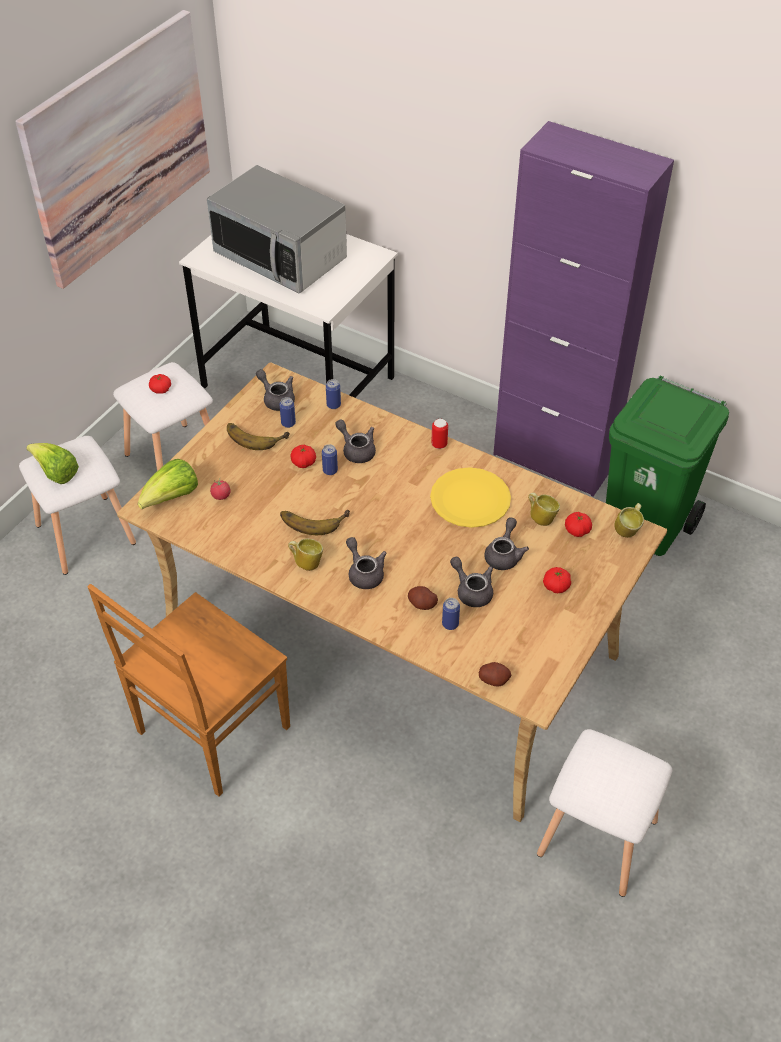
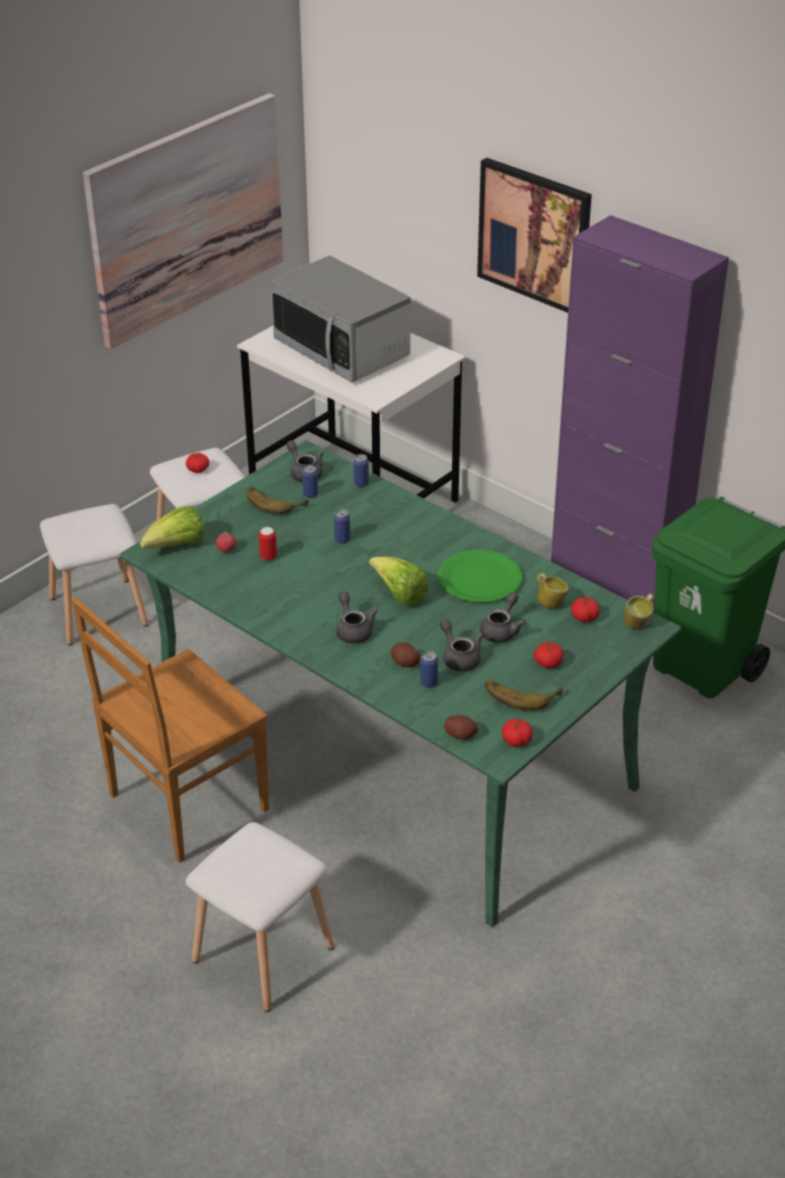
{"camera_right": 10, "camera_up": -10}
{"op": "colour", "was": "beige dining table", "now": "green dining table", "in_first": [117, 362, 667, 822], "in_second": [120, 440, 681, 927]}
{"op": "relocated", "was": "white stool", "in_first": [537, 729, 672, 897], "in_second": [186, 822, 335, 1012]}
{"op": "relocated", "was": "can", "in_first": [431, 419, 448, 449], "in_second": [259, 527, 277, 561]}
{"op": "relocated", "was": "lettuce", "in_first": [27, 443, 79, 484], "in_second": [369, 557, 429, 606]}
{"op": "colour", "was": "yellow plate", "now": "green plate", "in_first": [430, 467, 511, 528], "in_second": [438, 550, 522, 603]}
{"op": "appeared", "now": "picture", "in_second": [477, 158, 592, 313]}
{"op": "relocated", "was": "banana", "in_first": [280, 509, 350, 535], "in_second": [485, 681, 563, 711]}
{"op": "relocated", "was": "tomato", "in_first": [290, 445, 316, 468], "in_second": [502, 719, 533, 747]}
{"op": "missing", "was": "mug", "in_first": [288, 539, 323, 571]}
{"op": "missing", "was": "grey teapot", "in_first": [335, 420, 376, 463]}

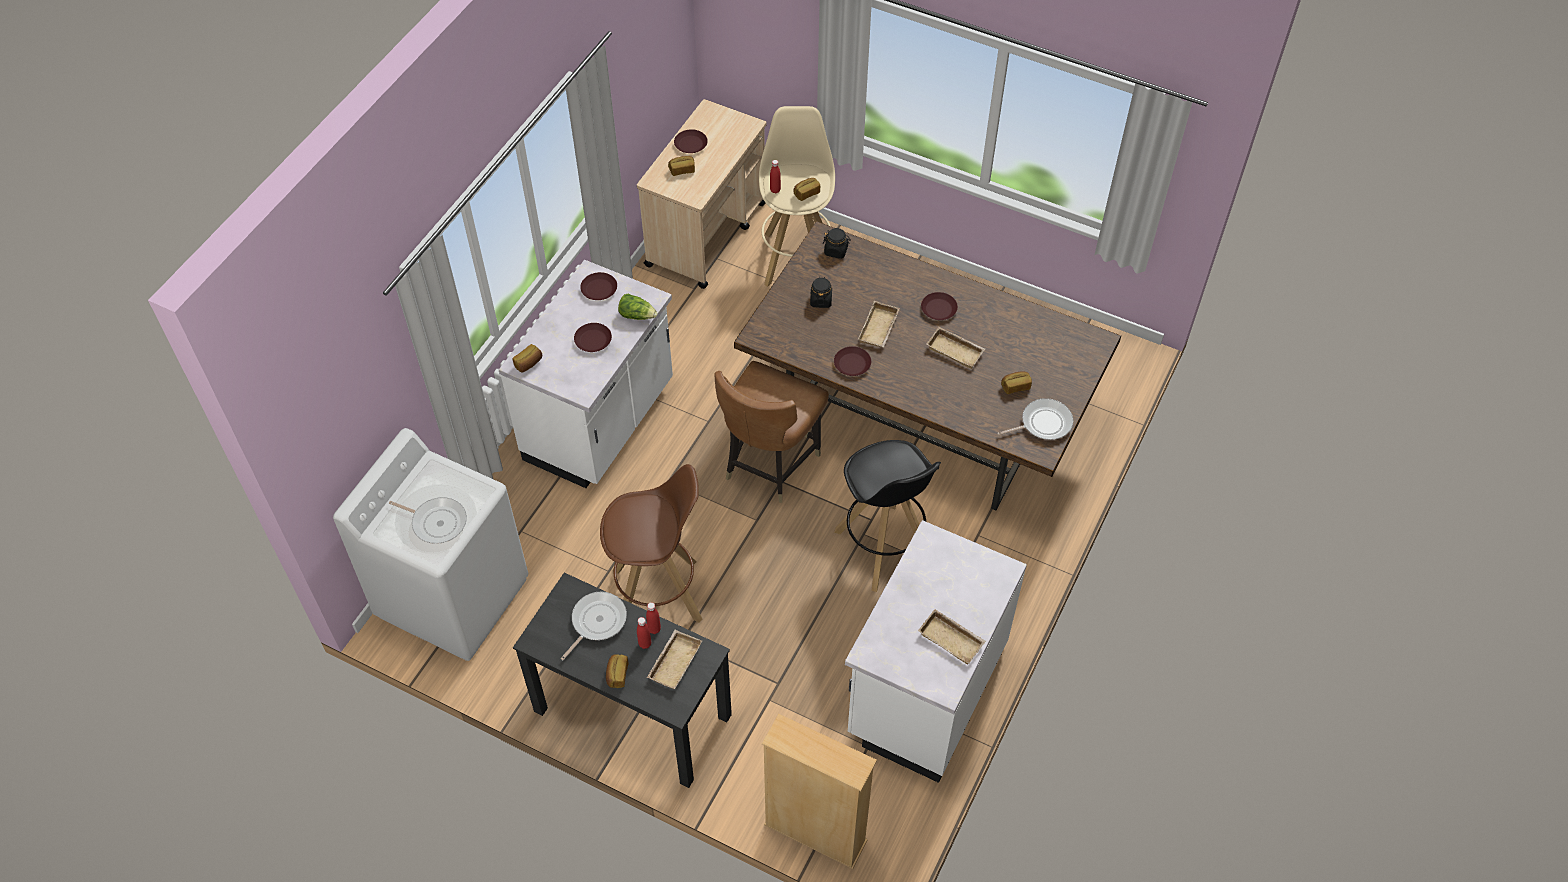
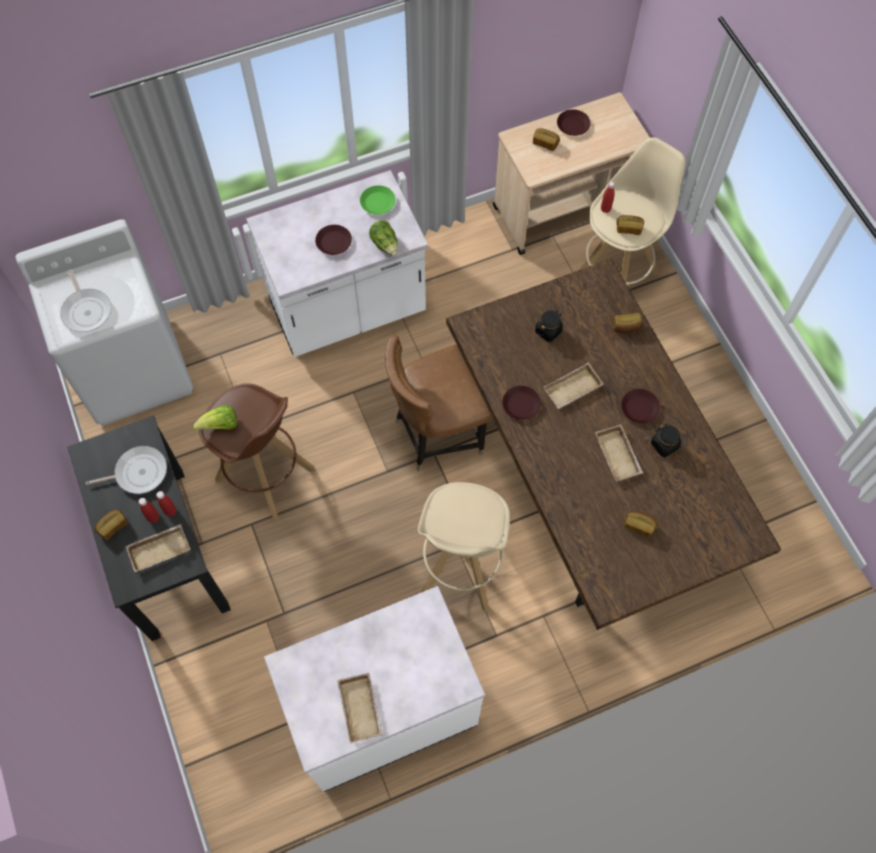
{"camera_right": 40, "camera_up": 10}
{"op": "appeared", "now": "lettuce", "in_second": [193, 405, 237, 430]}
{"op": "colour", "was": "brown plate", "now": "green plate", "in_first": [580, 272, 617, 300], "in_second": [360, 185, 396, 215]}
{"op": "colour", "was": "black stool", "now": "beige stool", "in_first": [834, 440, 941, 592], "in_second": [418, 482, 510, 613]}
{"op": "relocated", "was": "bread", "in_first": [512, 344, 542, 372], "in_second": [613, 313, 643, 333]}
{"op": "relocated", "was": "black jar", "in_first": [823, 228, 851, 259], "in_second": [651, 424, 681, 457]}
{"op": "missing", "was": "beige bookcase", "in_first": [762, 714, 877, 869]}
{"op": "missing", "was": "frying pan", "in_first": [997, 398, 1073, 440]}

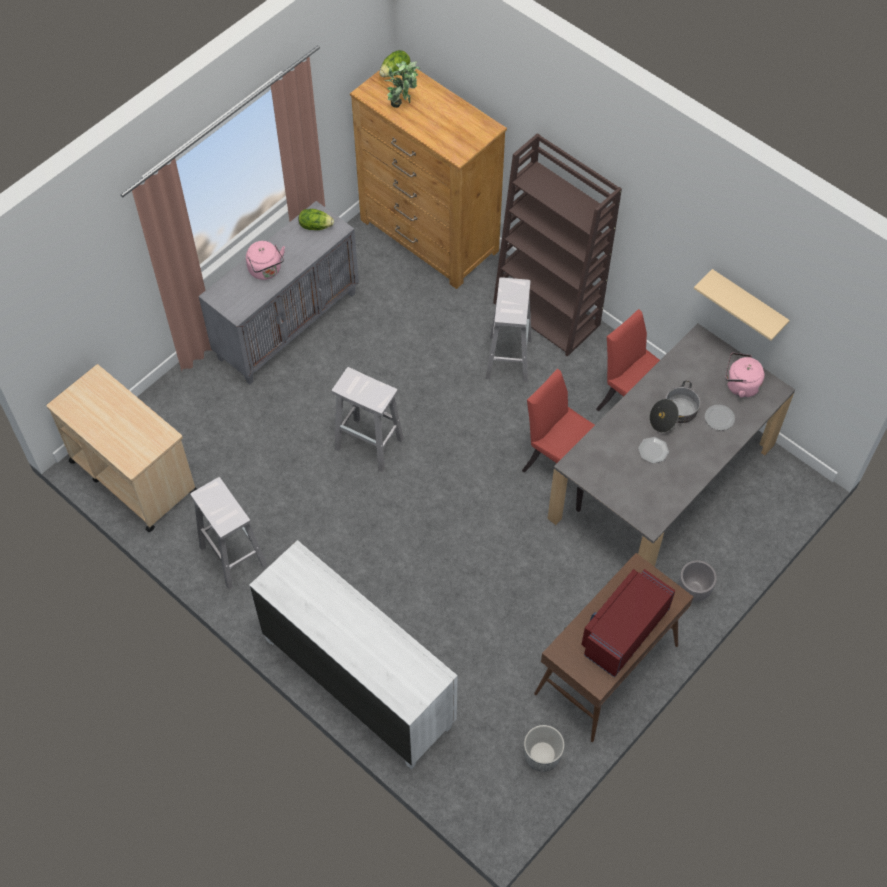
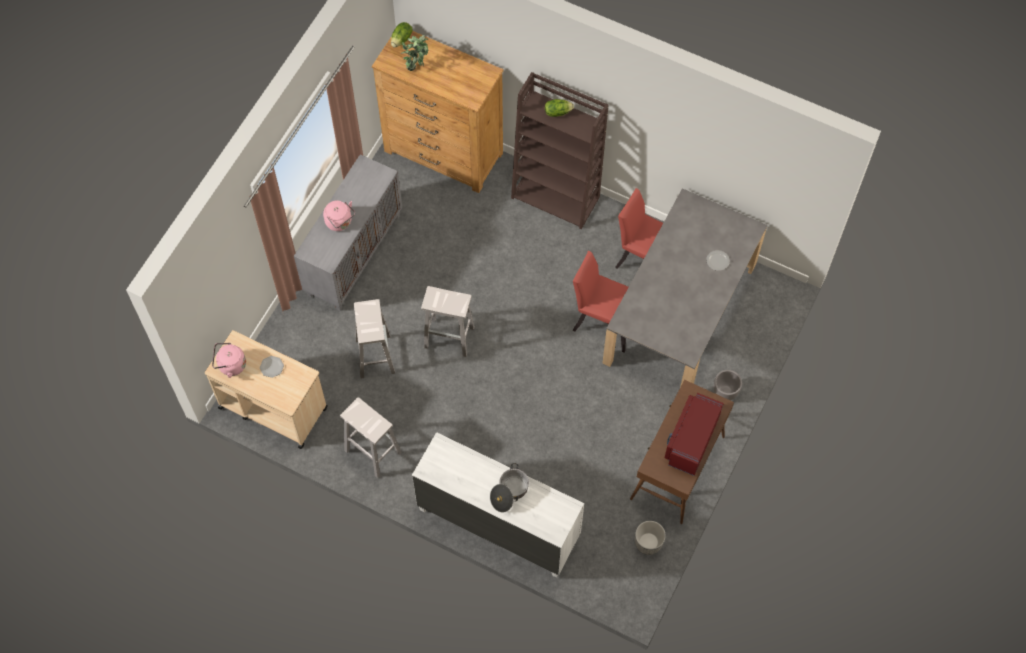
{"camera_right": -15, "camera_up": 5}
{"op": "relocated", "was": "pink kettle", "in_first": [726, 353, 765, 398], "in_second": [212, 343, 246, 378]}
{"op": "relocated", "was": "plate", "in_first": [638, 437, 669, 463], "in_second": [260, 356, 284, 378]}
{"op": "relocated", "was": "white stool", "in_first": [486, 277, 532, 382], "in_second": [354, 299, 395, 378]}
{"op": "relocated", "was": "cooking pot", "in_first": [649, 381, 701, 433], "in_second": [490, 463, 529, 513]}
{"op": "relocated", "was": "lettuce", "in_first": [299, 209, 334, 230], "in_second": [545, 99, 574, 117]}
{"op": "missing", "was": "beige shelf", "in_first": [694, 269, 790, 341]}

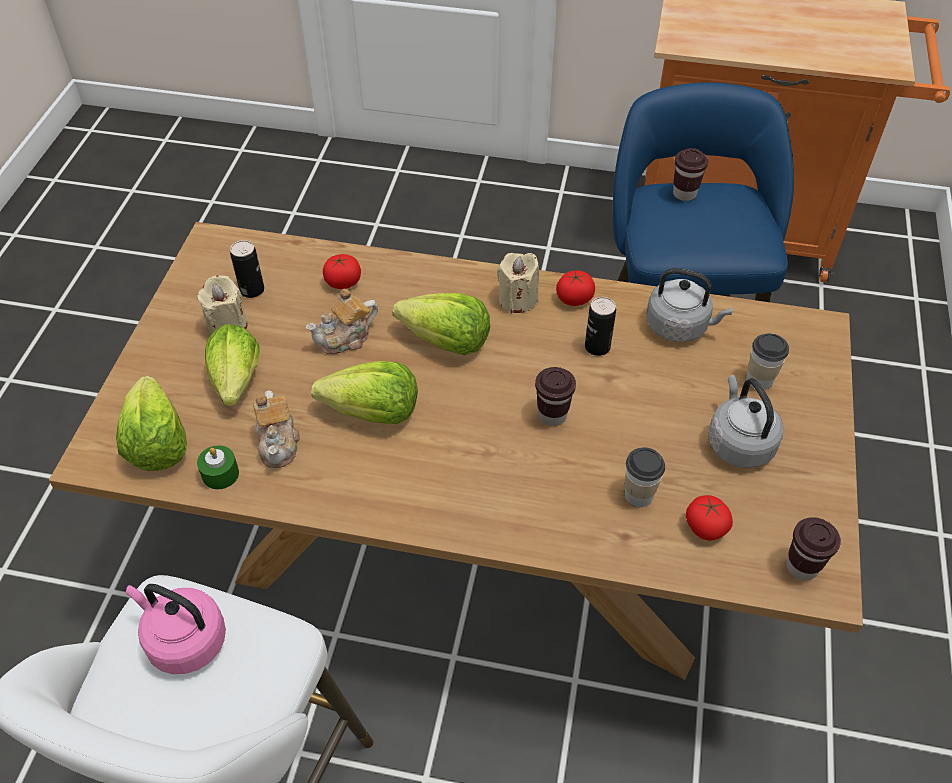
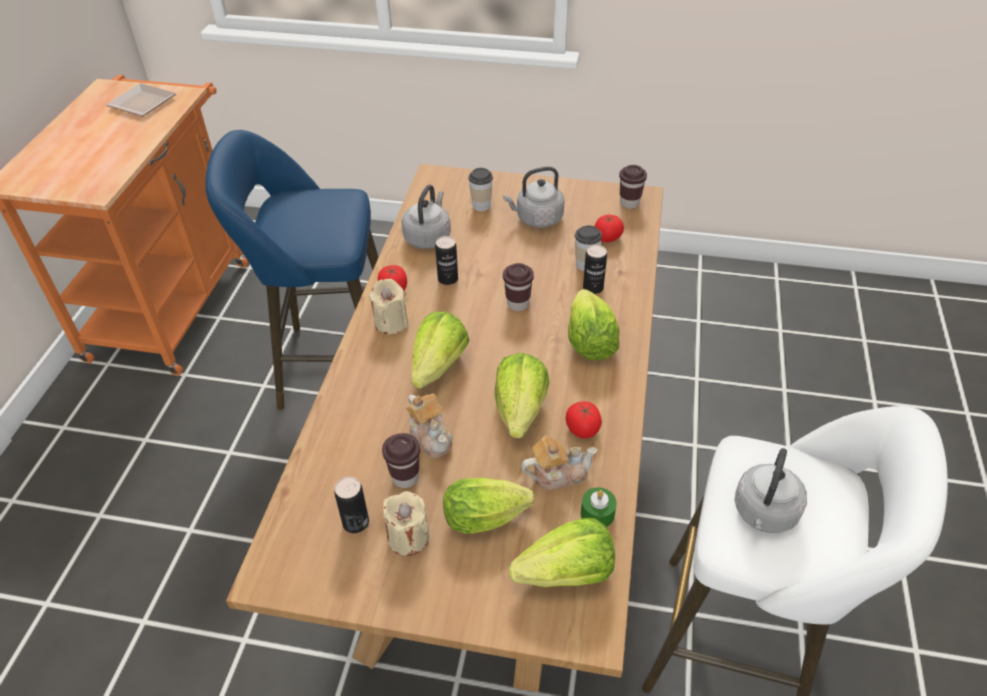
{"camera_right": -90, "camera_up": -5}
{"op": "appeared", "now": "plate", "in_second": [106, 83, 176, 116]}
{"op": "relocated", "was": "brown cup", "in_first": [673, 148, 708, 201], "in_second": [382, 433, 420, 488]}
{"op": "relocated", "was": "tomato", "in_first": [323, 254, 361, 289], "in_second": [566, 401, 602, 438]}
{"op": "appeared", "now": "lettuce", "in_second": [568, 289, 620, 361]}
{"op": "appeared", "now": "can", "in_second": [583, 245, 607, 294]}
{"op": "colour", "was": "pink kettle", "now": "grey kettle", "in_first": [126, 584, 226, 674], "in_second": [735, 448, 807, 533]}

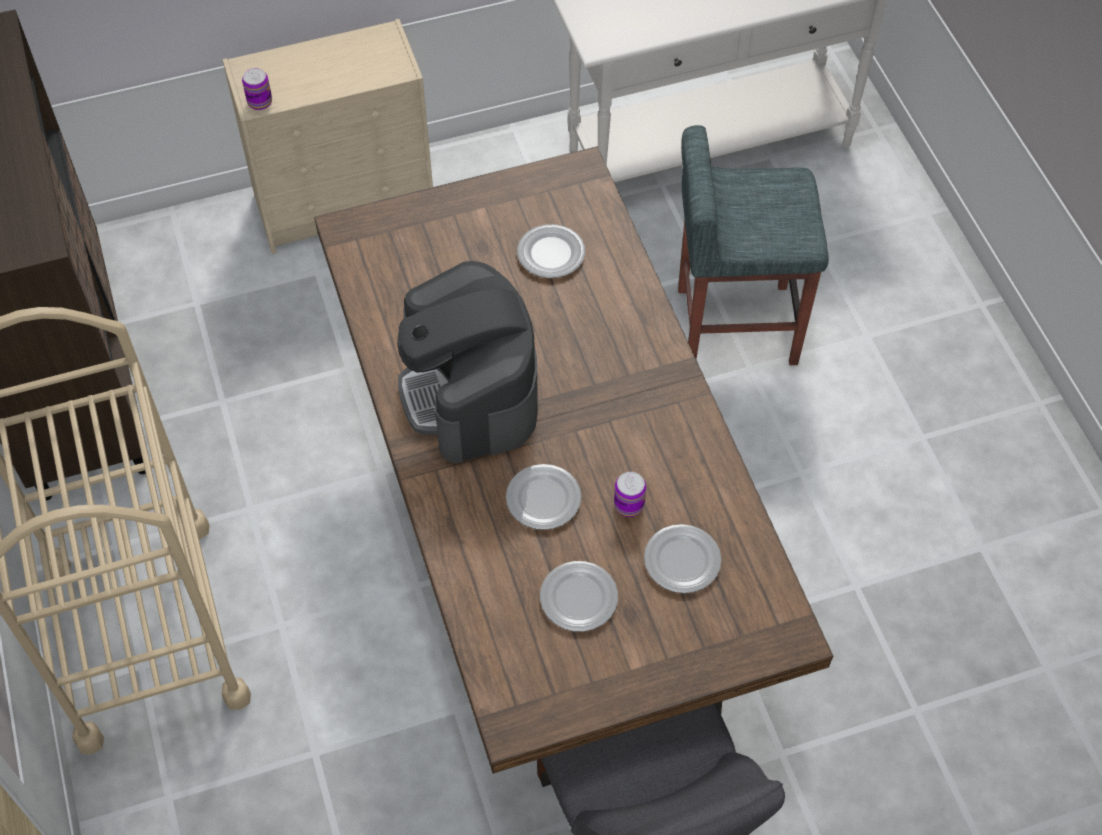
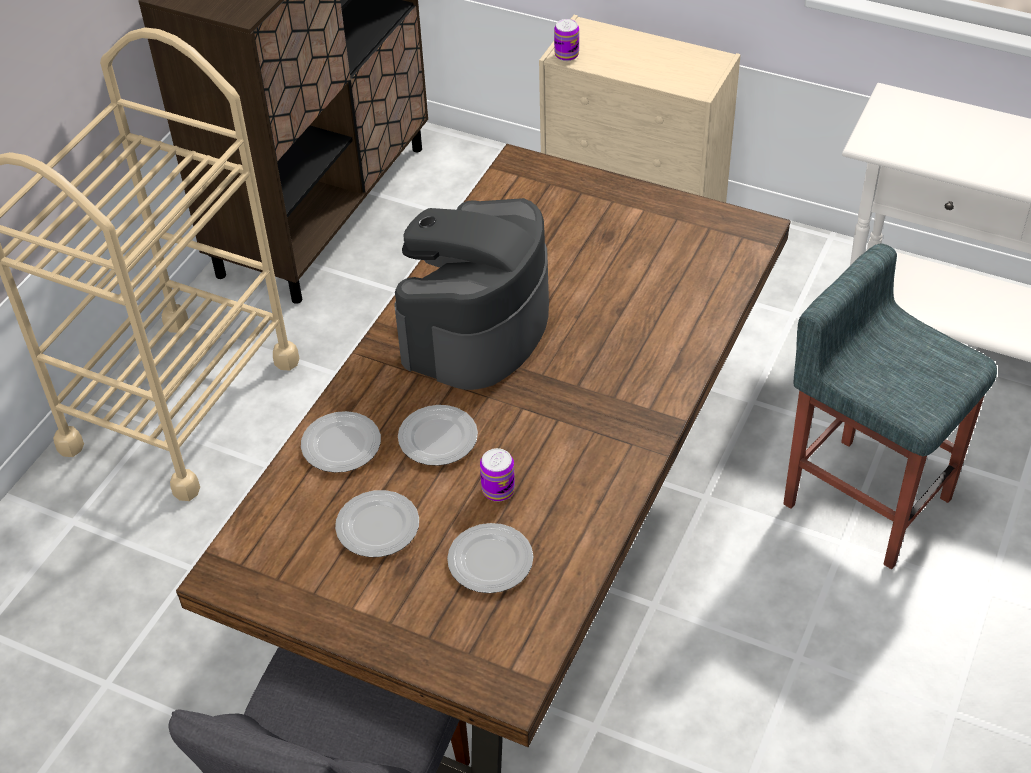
{"camera_right": 45, "camera_up": -10}
{"op": "relocated", "was": "plate", "in_first": [517, 224, 585, 278], "in_second": [301, 411, 381, 473]}

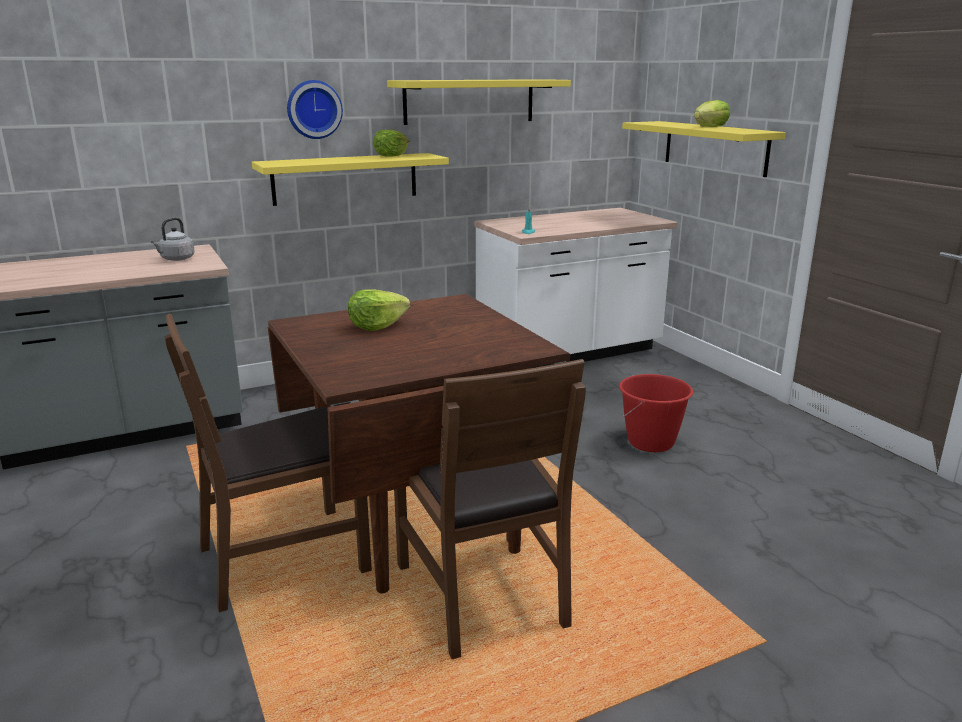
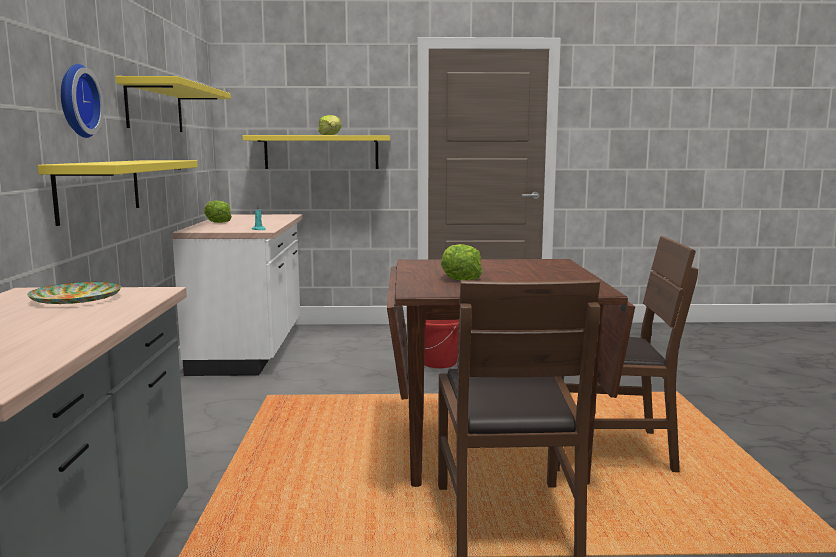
{"camera_right": -65, "camera_up": -10}
{"op": "exchanged", "was": "grey kettle", "now": "plate", "in_first": [151, 217, 195, 261], "in_second": [27, 282, 121, 304]}
{"op": "relocated", "was": "lettuce", "in_first": [373, 130, 409, 157], "in_second": [204, 201, 232, 223]}

